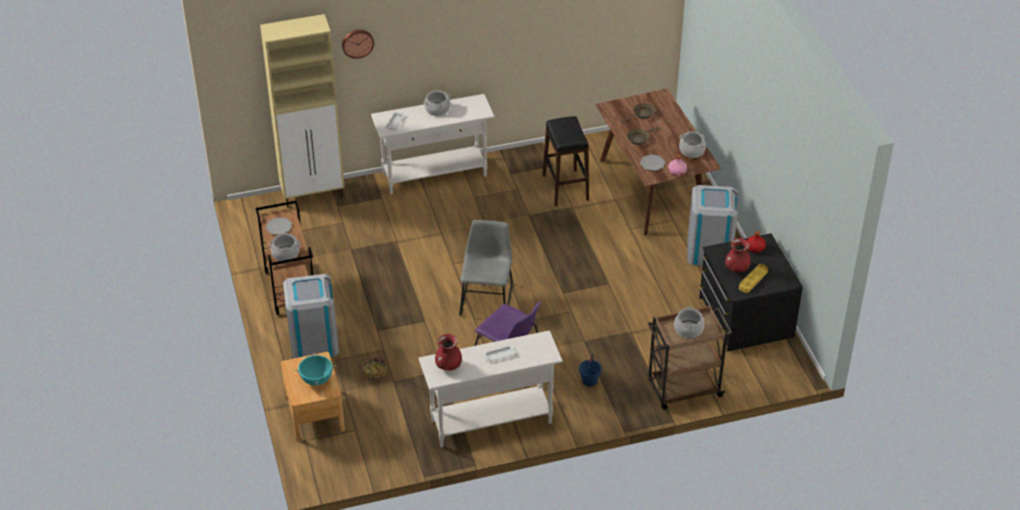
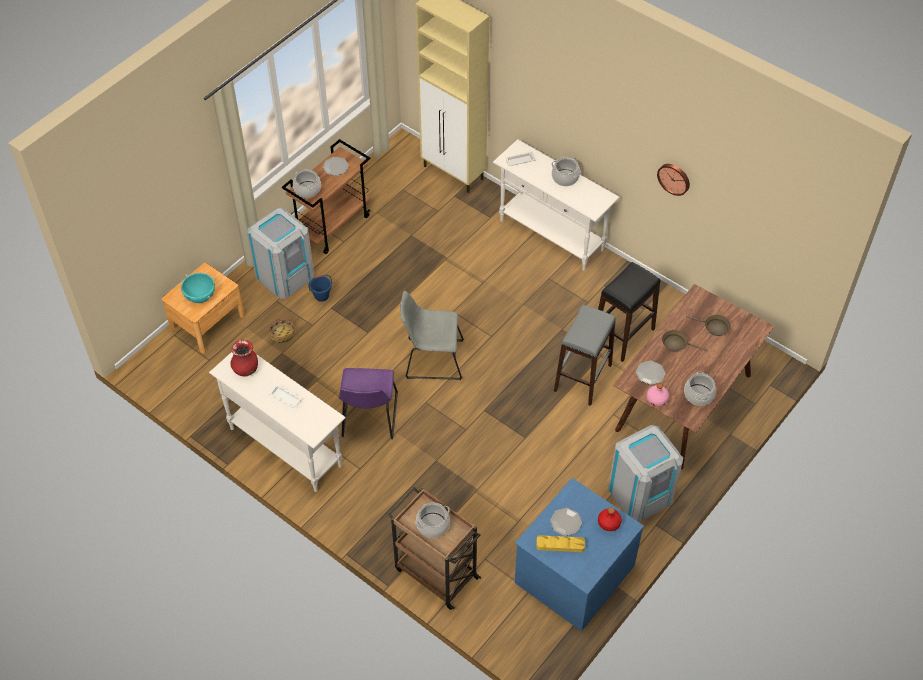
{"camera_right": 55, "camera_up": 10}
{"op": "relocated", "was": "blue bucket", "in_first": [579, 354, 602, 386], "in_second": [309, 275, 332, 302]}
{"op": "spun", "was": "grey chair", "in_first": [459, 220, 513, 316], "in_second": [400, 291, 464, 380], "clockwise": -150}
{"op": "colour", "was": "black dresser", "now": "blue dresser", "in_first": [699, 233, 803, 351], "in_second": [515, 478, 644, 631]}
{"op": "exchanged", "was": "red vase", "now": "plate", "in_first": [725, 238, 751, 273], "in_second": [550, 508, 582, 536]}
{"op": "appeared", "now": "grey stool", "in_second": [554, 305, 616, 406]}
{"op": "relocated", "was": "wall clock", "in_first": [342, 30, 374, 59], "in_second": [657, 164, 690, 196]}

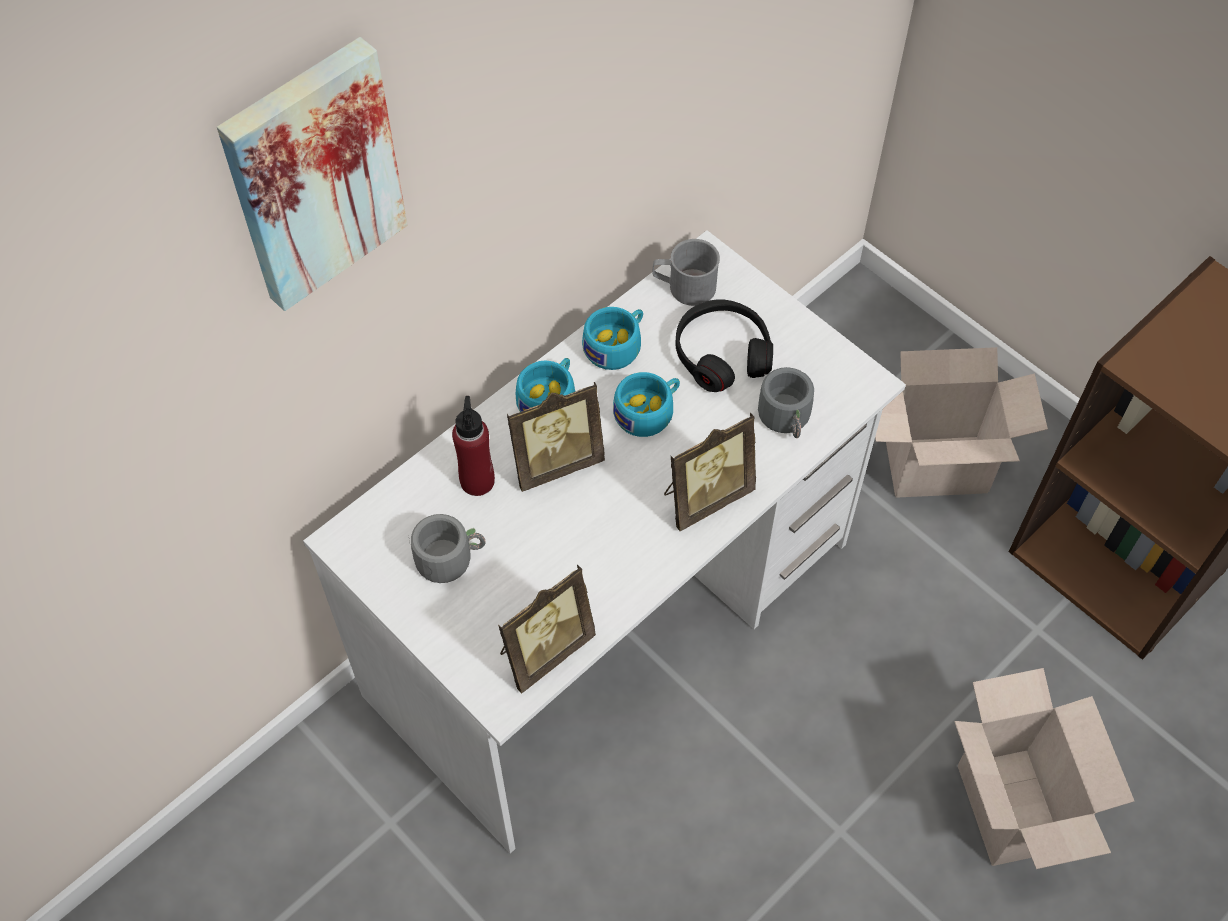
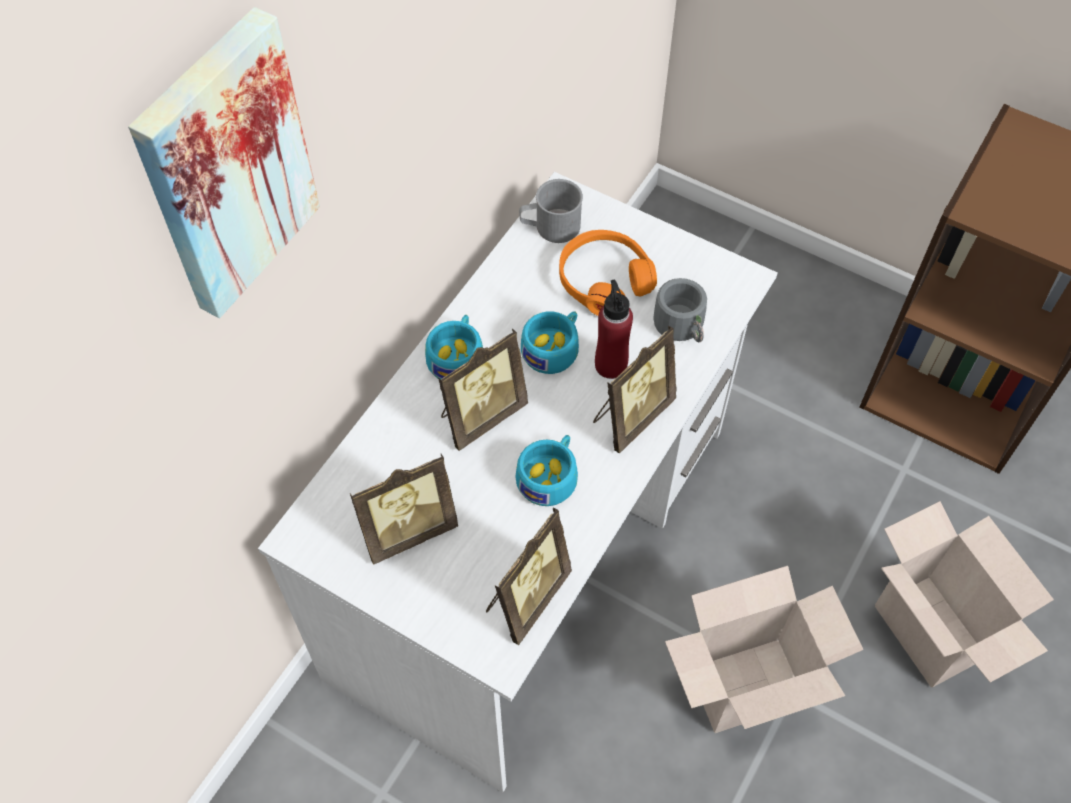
{"camera_right": -15, "camera_up": 0}
{"op": "exchanged", "was": "grey mug", "now": "picture frame", "in_first": [409, 514, 486, 583], "in_second": [350, 454, 458, 565]}
{"op": "relocated", "was": "turquoise cup", "in_first": [582, 307, 643, 370], "in_second": [516, 435, 578, 506]}
{"op": "colour", "was": "black headphones", "now": "orange headphones", "in_first": [675, 299, 773, 392], "in_second": [559, 230, 657, 316]}
{"op": "relocated", "was": "red bottle", "in_first": [452, 396, 495, 496], "in_second": [595, 280, 633, 379]}
{"op": "relocated", "was": "cardboard box", "in_first": [875, 347, 1048, 498], "in_second": [665, 566, 864, 733]}

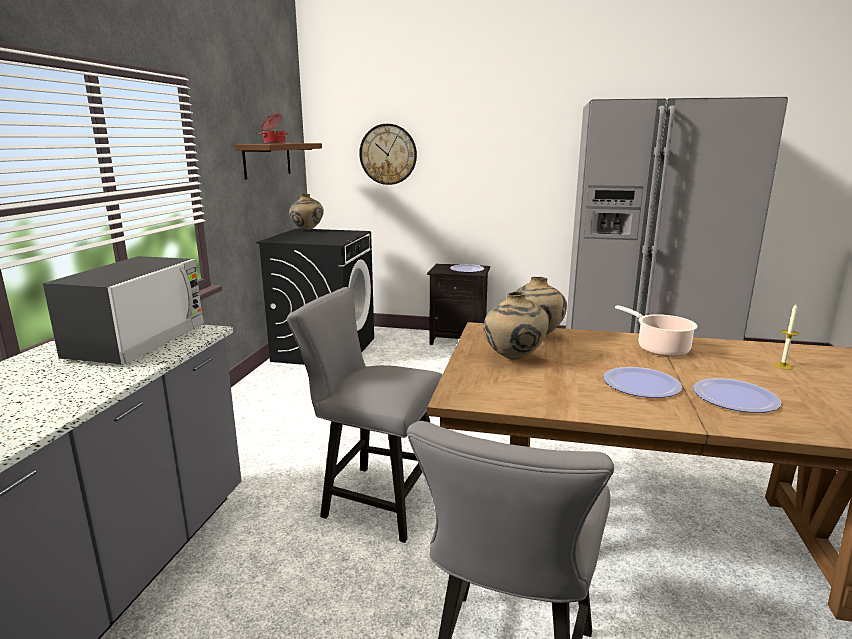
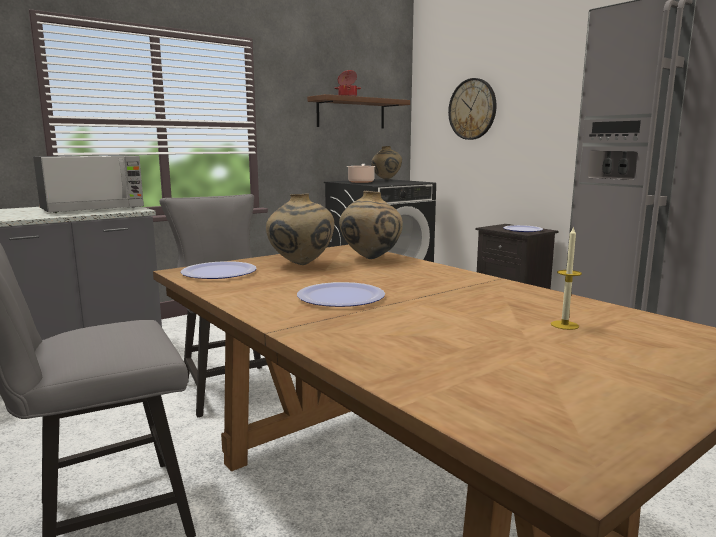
{"camera_right": 40, "camera_up": -5}
{"op": "relocated", "was": "plate", "in_first": [693, 378, 781, 413], "in_second": [181, 261, 257, 279]}
{"op": "relocated", "was": "cooking pot", "in_first": [615, 305, 697, 357], "in_second": [347, 164, 376, 183]}

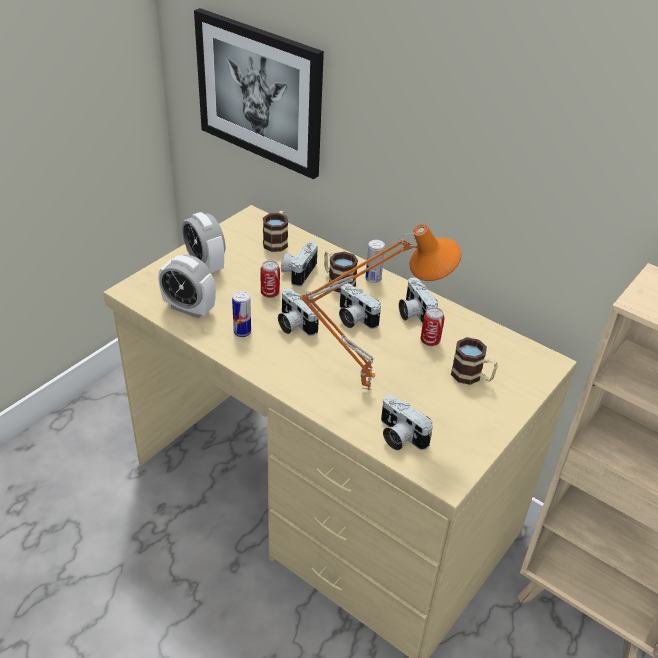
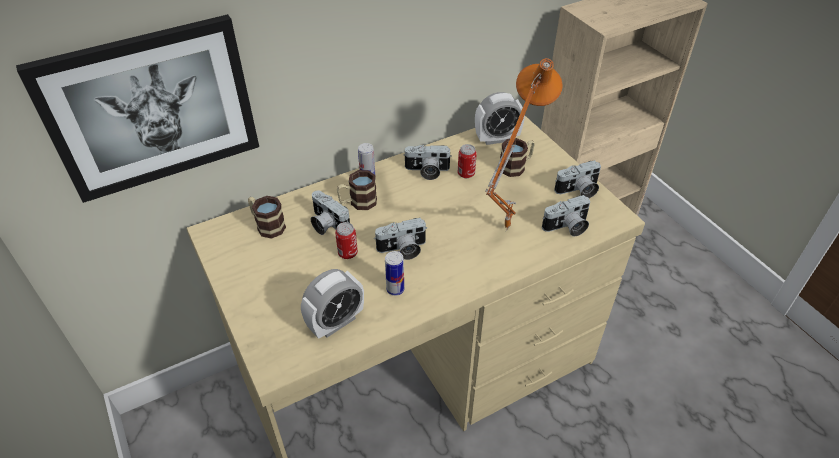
{"camera_right": -65, "camera_up": 5}
{"op": "relocated", "was": "alarm clock", "in_first": [182, 212, 225, 273], "in_second": [475, 92, 525, 145]}
{"op": "relocated", "was": "photo camera", "in_first": [339, 283, 381, 329], "in_second": [554, 160, 601, 198]}

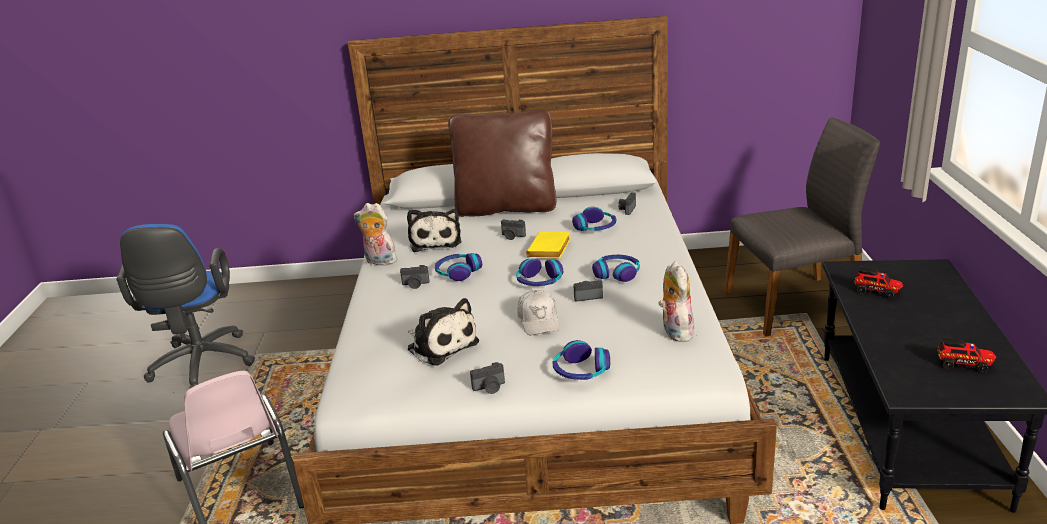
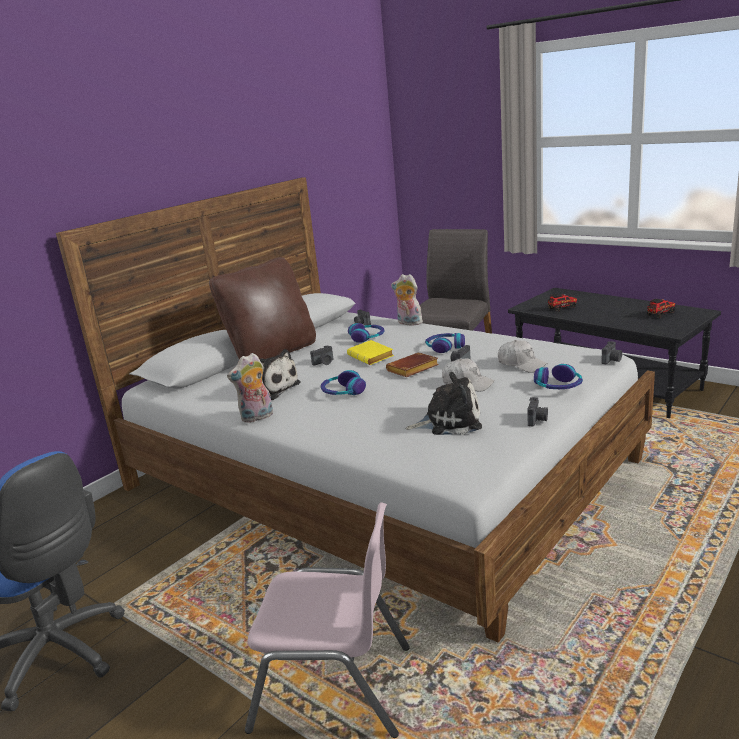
{"camera_right": -50, "camera_up": -5}
{"op": "exchanged", "was": "headphones", "now": "brown book", "in_first": [516, 258, 563, 286], "in_second": [386, 352, 439, 377]}
{"op": "relocated", "was": "plush toy", "in_first": [659, 261, 694, 342], "in_second": [391, 274, 423, 325]}
{"op": "appeared", "now": "white cap", "in_second": [498, 340, 548, 373]}
{"op": "relocated", "was": "photo camera", "in_first": [400, 265, 429, 289], "in_second": [601, 341, 622, 364]}

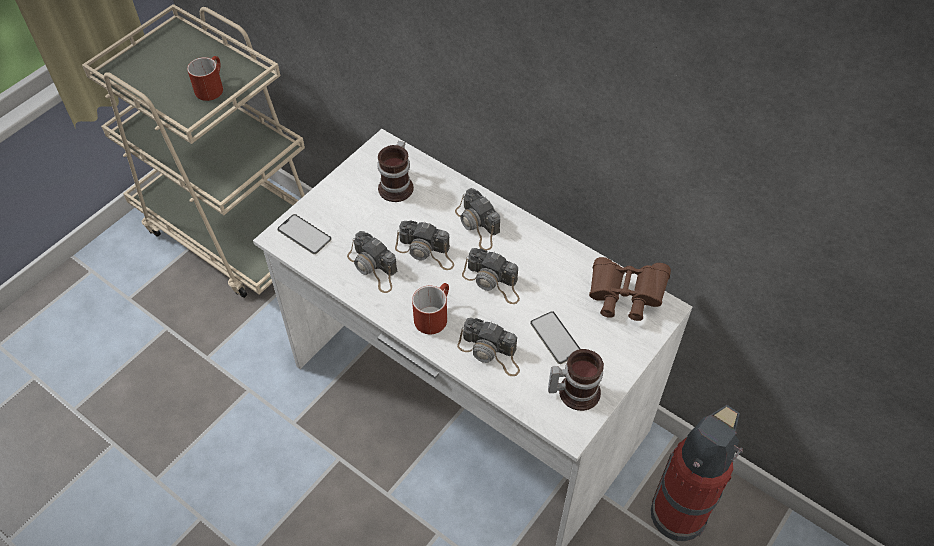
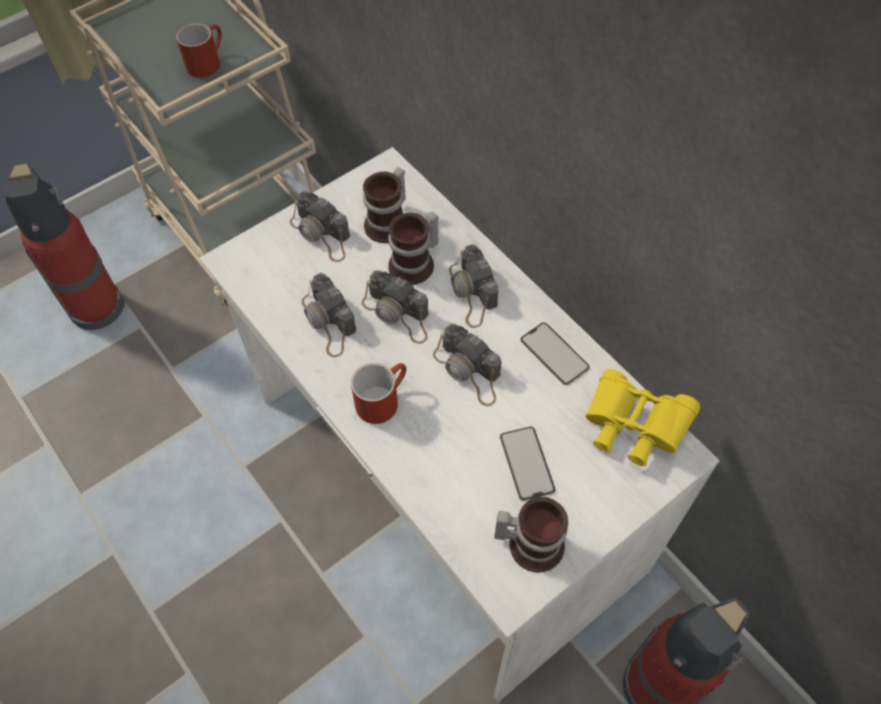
{"camera_right": 15, "camera_up": 5}
{"op": "appeared", "now": "fire extinguisher", "in_second": [5, 163, 125, 330]}
{"op": "relocated", "was": "photo camera", "in_first": [457, 318, 520, 376], "in_second": [290, 191, 350, 262]}
{"op": "appeared", "now": "mug", "in_second": [388, 211, 439, 285]}
{"op": "relocated", "was": "phone", "in_first": [277, 214, 332, 254], "in_second": [520, 322, 590, 385]}
{"op": "colour", "was": "brown binoculars", "now": "yellow binoculars", "in_first": [589, 257, 671, 321], "in_second": [585, 369, 700, 466]}

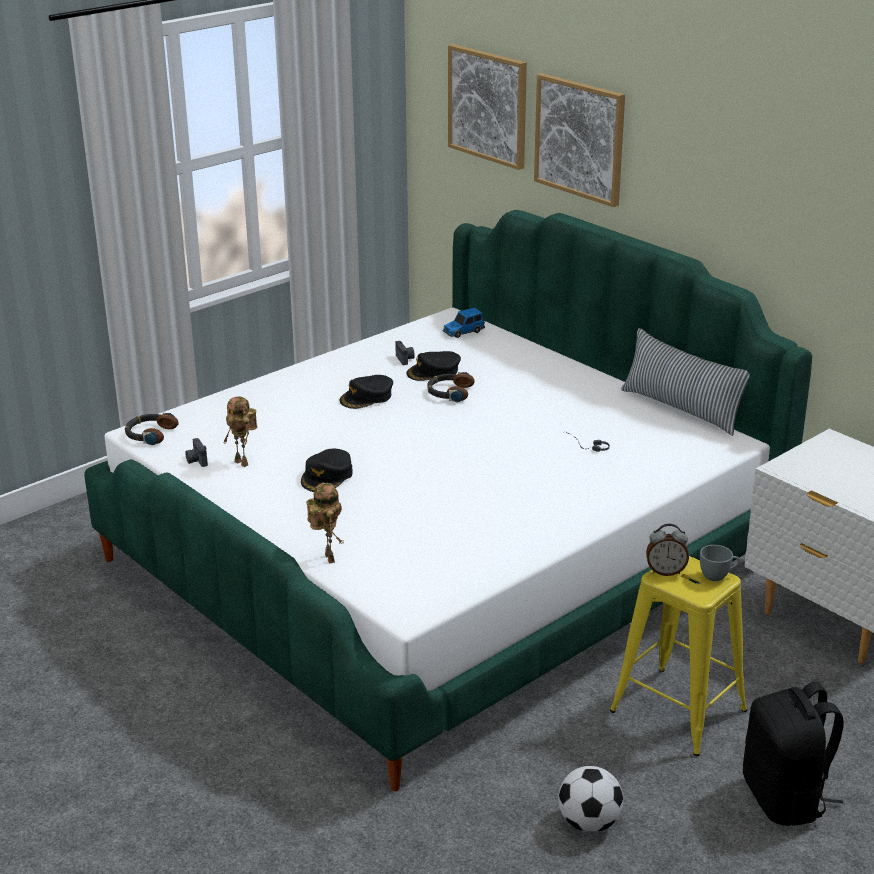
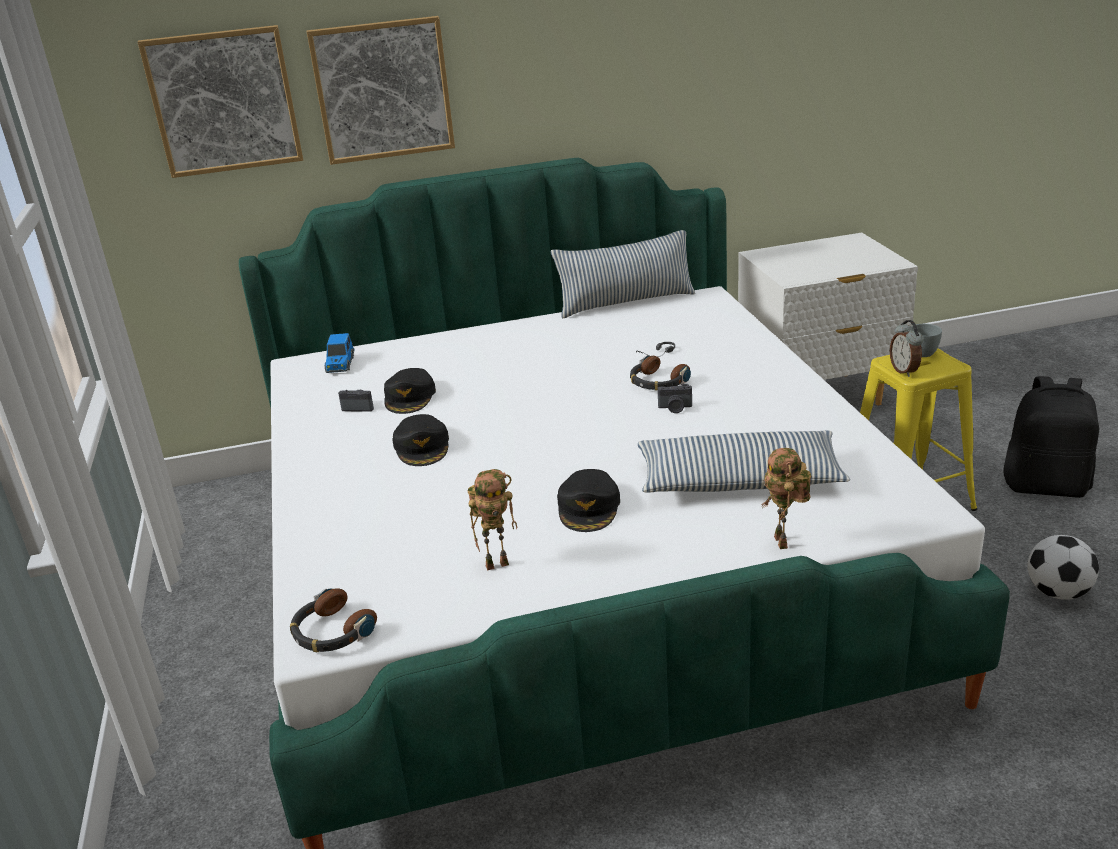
{"camera_right": -60, "camera_up": 0}
{"op": "spun", "was": "black cap", "in_first": [301, 449, 353, 492], "in_second": [557, 469, 620, 532], "clockwise": 45}
{"op": "relocated", "was": "headphones", "in_first": [428, 372, 475, 402], "in_second": [630, 355, 691, 391]}
{"op": "appeared", "now": "pillow", "in_second": [638, 430, 850, 493]}
{"op": "relocated", "was": "photo camera", "in_first": [185, 438, 208, 467], "in_second": [658, 384, 692, 413]}
{"op": "spun", "was": "toy robot", "in_first": [306, 483, 344, 564], "in_second": [761, 448, 811, 549], "clockwise": -105}
{"op": "spun", "was": "alarm clock", "in_first": [646, 523, 689, 576], "in_second": [890, 320, 923, 377], "clockwise": 135}

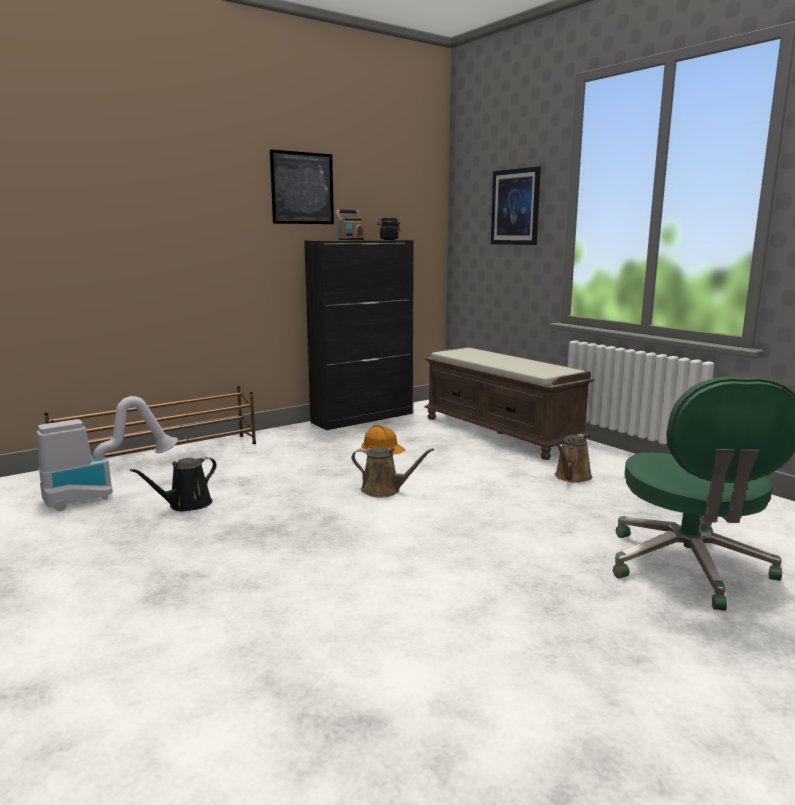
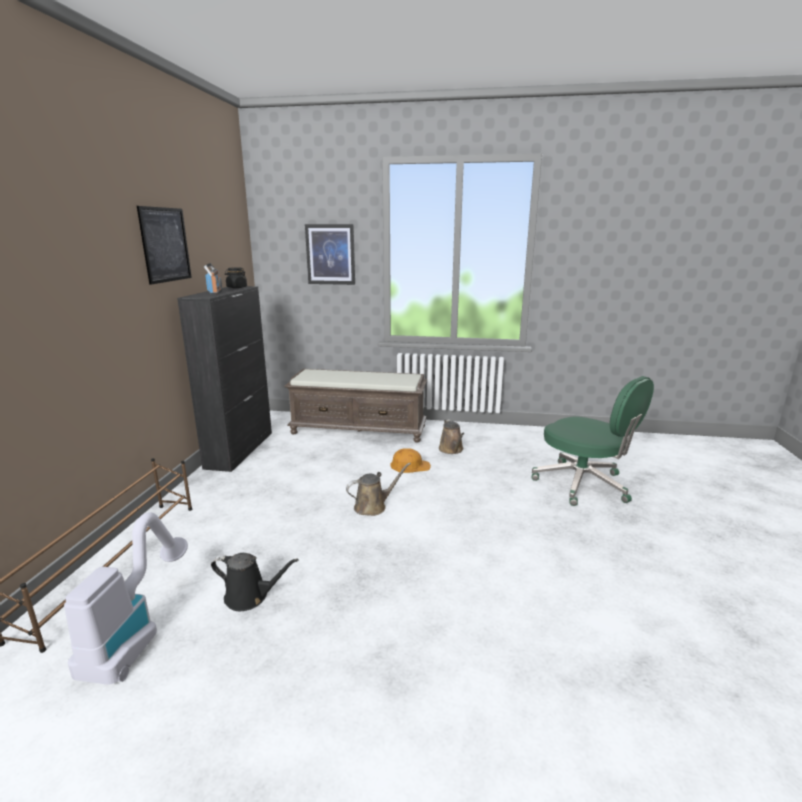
{"camera_right": -45, "camera_up": 5}
{"op": "spun", "was": "black watering can", "in_first": [130, 457, 217, 512], "in_second": [211, 553, 299, 611], "clockwise": -75}
{"op": "relocated", "was": "orange hard hat", "in_first": [361, 425, 406, 455], "in_second": [390, 448, 431, 473]}

